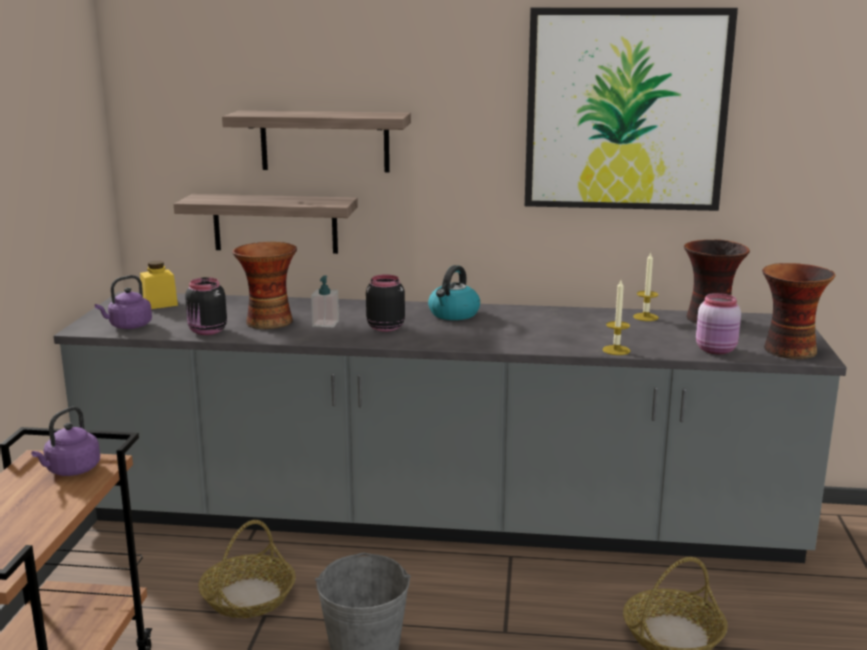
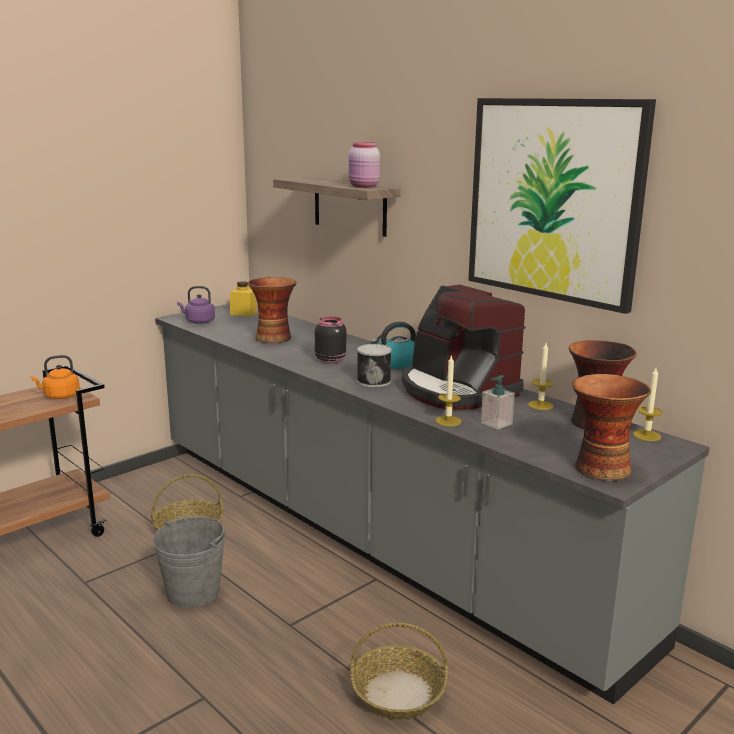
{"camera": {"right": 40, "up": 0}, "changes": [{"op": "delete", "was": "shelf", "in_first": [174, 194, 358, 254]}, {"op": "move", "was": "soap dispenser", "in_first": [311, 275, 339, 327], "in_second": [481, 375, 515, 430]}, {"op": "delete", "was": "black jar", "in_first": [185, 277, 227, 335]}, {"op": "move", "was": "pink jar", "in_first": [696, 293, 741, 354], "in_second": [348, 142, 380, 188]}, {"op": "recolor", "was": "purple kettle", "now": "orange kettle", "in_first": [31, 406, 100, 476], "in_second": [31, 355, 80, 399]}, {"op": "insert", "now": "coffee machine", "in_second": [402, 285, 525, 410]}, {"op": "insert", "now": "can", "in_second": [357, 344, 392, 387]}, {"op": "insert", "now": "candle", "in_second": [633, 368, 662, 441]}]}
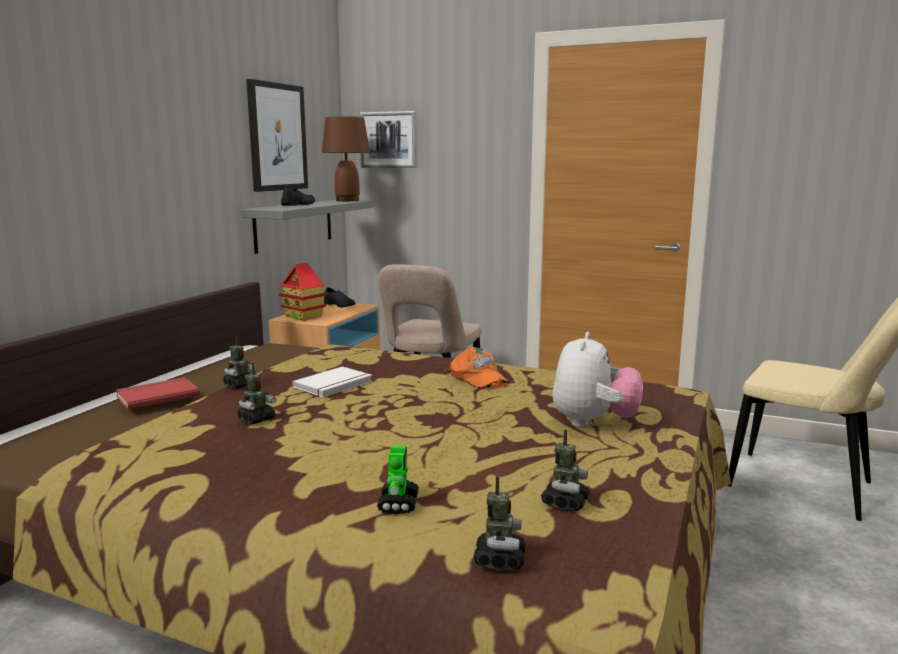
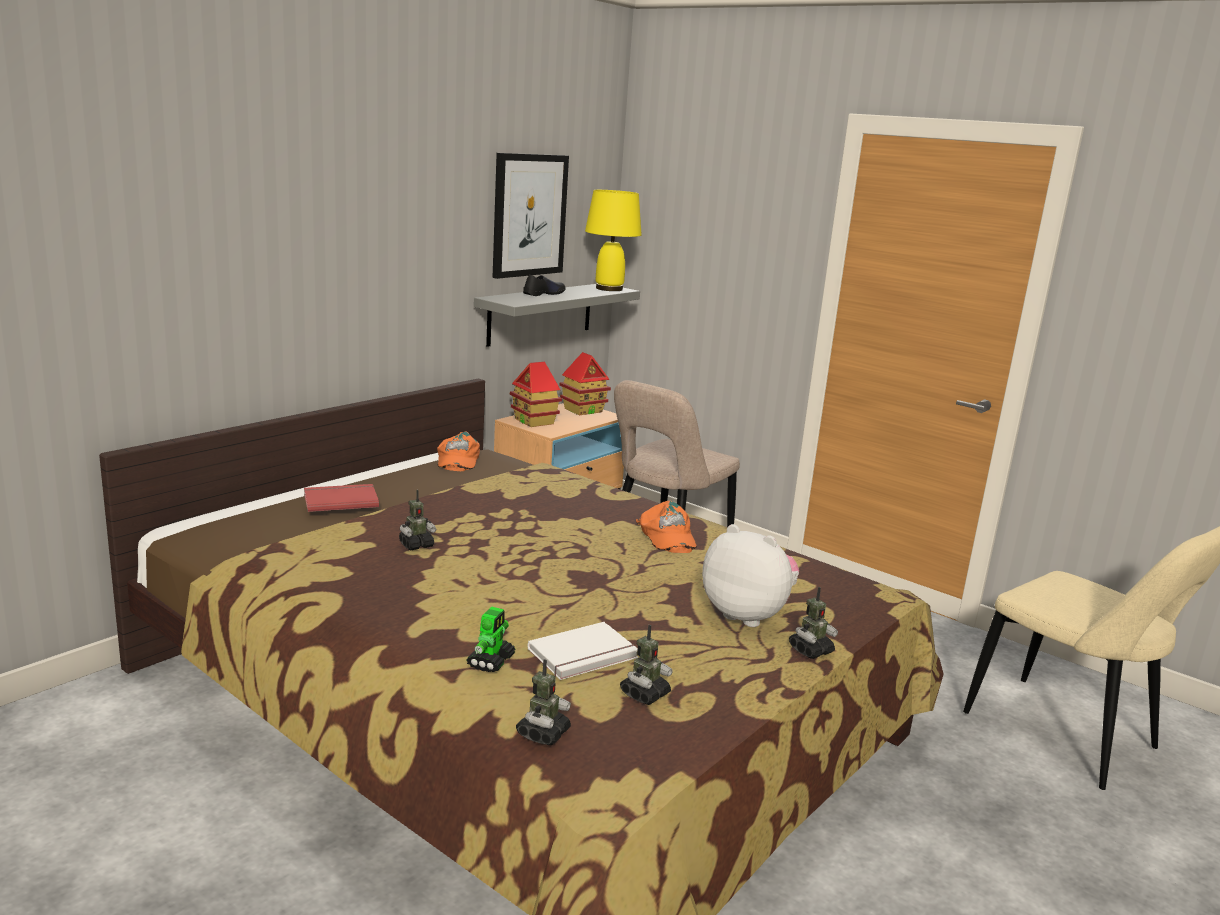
{"camera": {"right": 15, "up": 5}, "changes": [{"op": "delete", "was": "picture", "in_first": [359, 111, 418, 168]}, {"op": "recolor", "was": "brown table lamp", "now": "yellow table lamp", "in_first": [322, 116, 370, 201], "in_second": [585, 190, 642, 291]}, {"op": "replace", "was": "black shoe", "now": "toy house", "in_first": [324, 287, 356, 308], "in_second": [559, 352, 611, 415]}, {"op": "rotate", "was": "plush toy", "in_first": [552, 332, 643, 428], "in_second": [702, 524, 799, 627], "clockwise": -90}, {"op": "move", "was": "toy robot", "in_first": [223, 335, 257, 389], "in_second": [789, 587, 838, 659]}, {"op": "move", "was": "white book", "in_first": [293, 366, 372, 397], "in_second": [528, 622, 638, 680]}, {"op": "insert", "now": "orange cap", "in_second": [437, 431, 480, 471]}]}
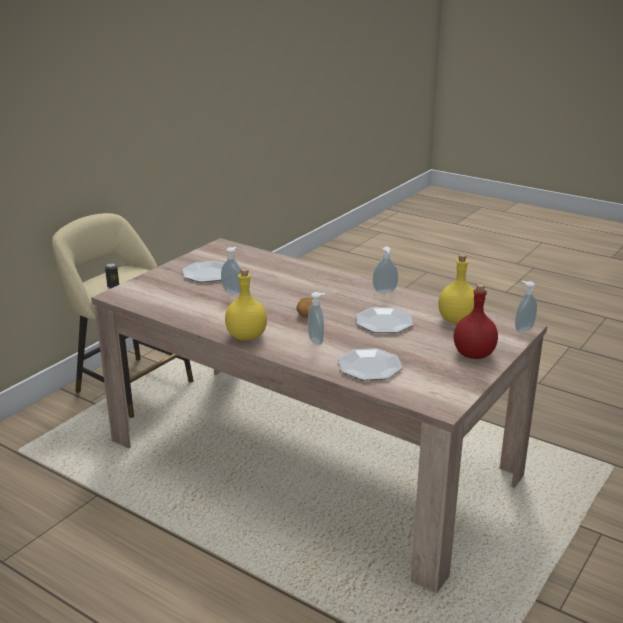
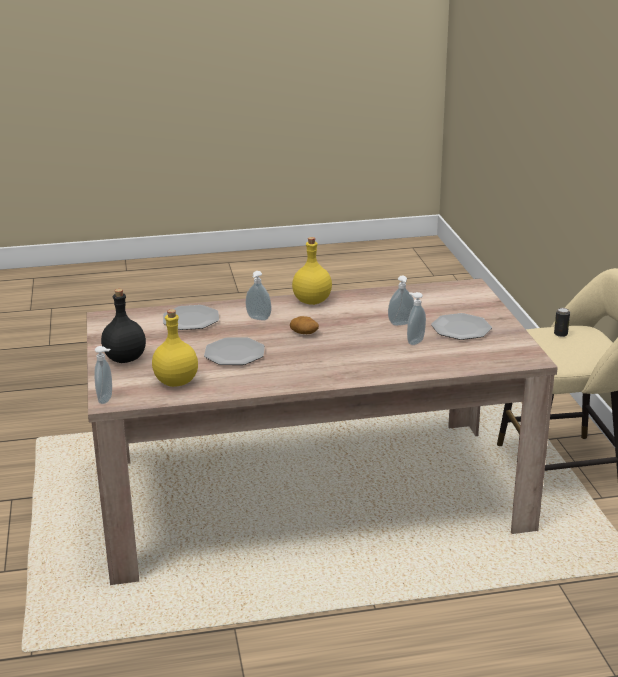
{"camera": {"right": 135, "up": 0}, "changes": [{"op": "move", "was": "soap dispenser", "in_first": [373, 247, 398, 293], "in_second": [407, 292, 426, 345]}, {"op": "recolor", "was": "red bottle", "now": "black bottle", "in_first": [454, 284, 498, 359], "in_second": [101, 289, 146, 363]}]}
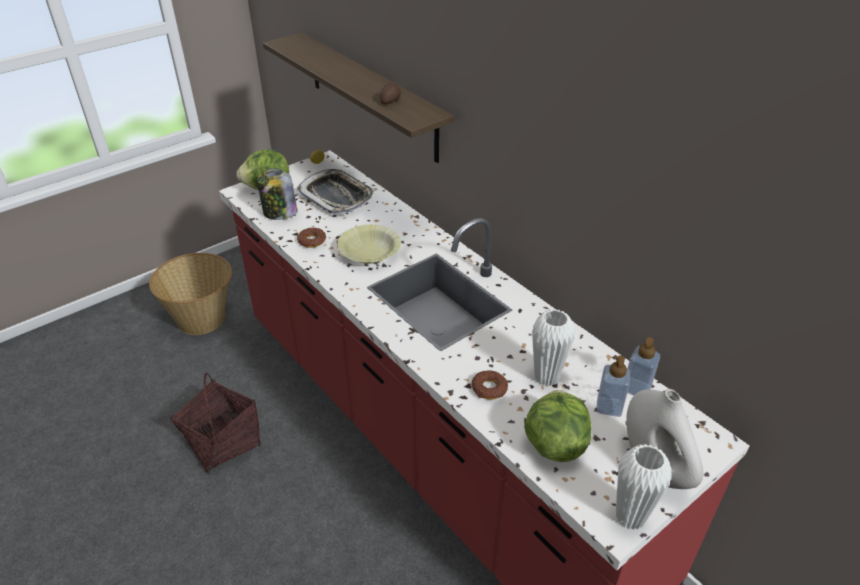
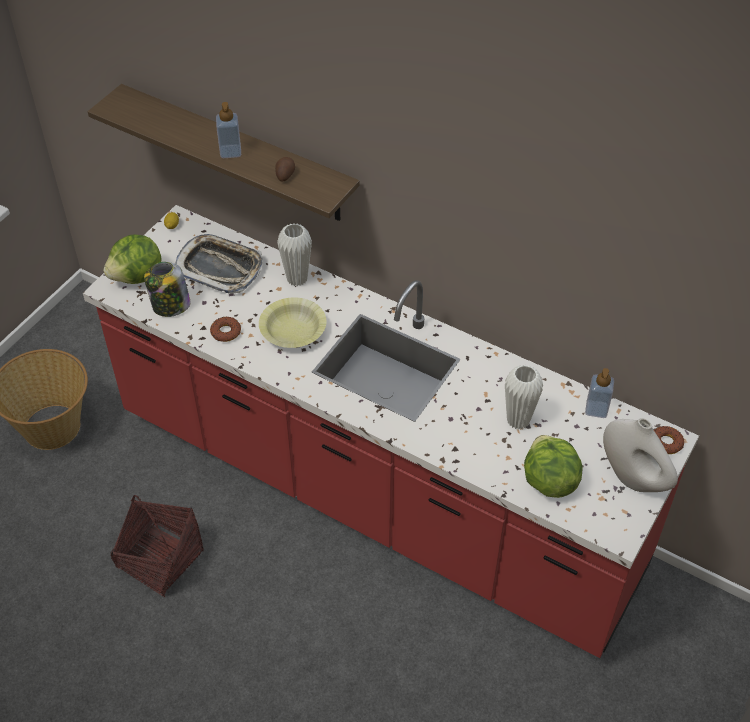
{"camera": {"right": -20, "up": 10}, "changes": [{"op": "move", "was": "soap dispenser", "in_first": [596, 355, 630, 417], "in_second": [216, 102, 241, 158]}, {"op": "move", "was": "donut", "in_first": [471, 370, 508, 400], "in_second": [654, 426, 684, 454]}, {"op": "move", "was": "white vase", "in_first": [616, 444, 672, 530], "in_second": [277, 223, 312, 286]}]}
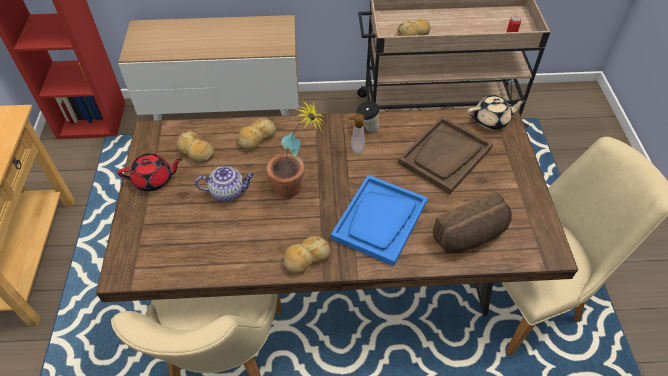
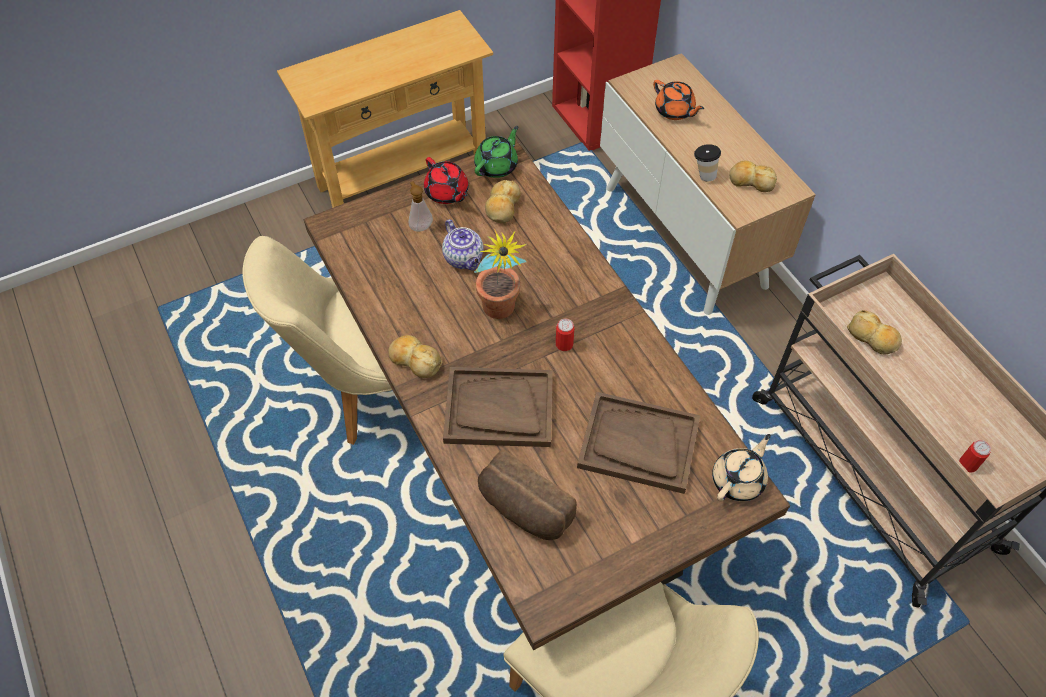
{"camera": {"right": 65, "up": 5}, "changes": [{"op": "rotate", "was": "beige teapot", "in_first": [467, 95, 526, 130], "in_second": [712, 434, 771, 502], "clockwise": -105}, {"op": "move", "was": "cup", "in_first": [356, 101, 379, 132], "in_second": [694, 144, 721, 181]}, {"op": "move", "was": "soap dispenser", "in_first": [348, 114, 365, 154], "in_second": [408, 181, 433, 232]}, {"op": "move", "was": "bread", "in_first": [238, 118, 276, 151], "in_second": [729, 161, 777, 192]}, {"op": "recolor", "was": "blue tray", "now": "brown tray", "in_first": [331, 175, 428, 266], "in_second": [443, 367, 553, 447]}, {"op": "insert", "now": "orange teapot", "in_second": [653, 80, 704, 120]}, {"op": "insert", "now": "green teapot", "in_second": [474, 126, 518, 178]}, {"op": "insert", "now": "can", "in_second": [556, 318, 574, 351]}]}
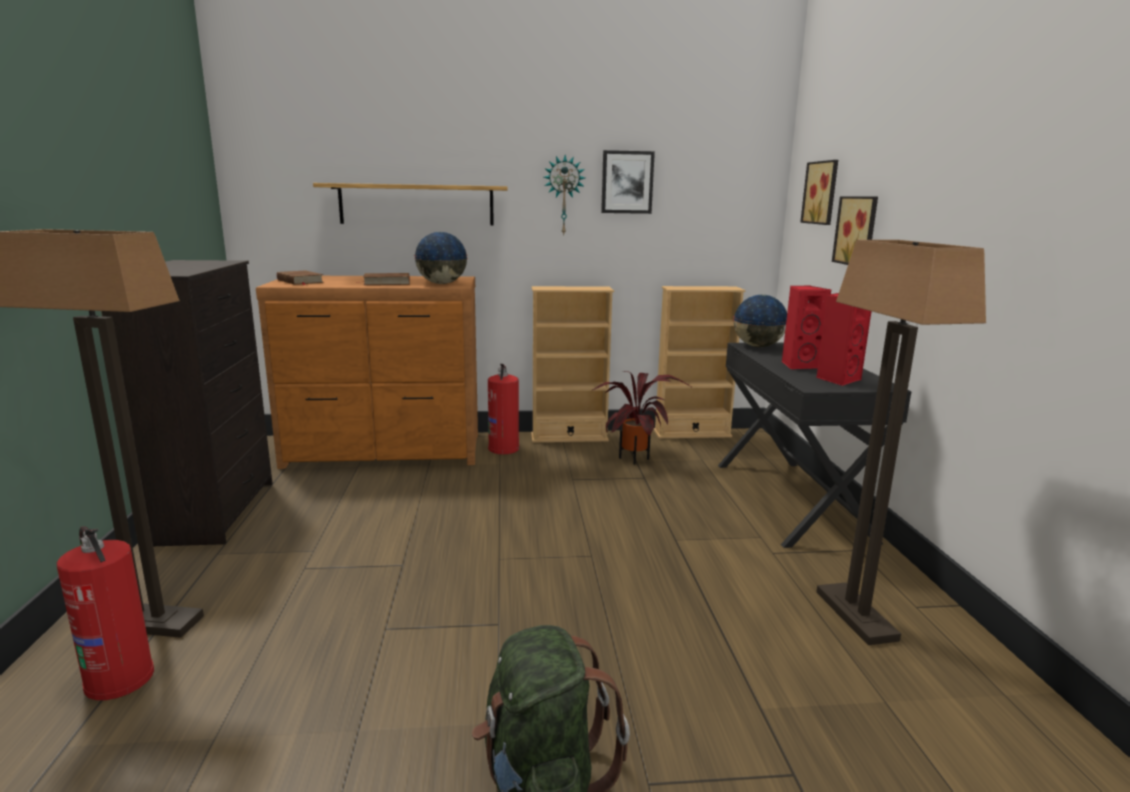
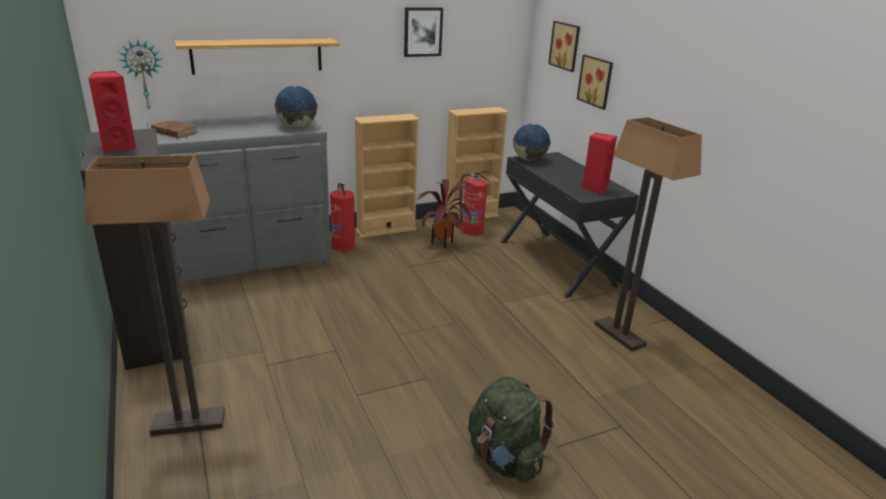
{"camera": {"right": -20, "up": 10}, "changes": [{"op": "move", "was": "wall clock", "in_first": [544, 155, 585, 236], "in_second": [119, 39, 162, 109]}, {"op": "delete", "was": "brown book", "in_first": [357, 273, 410, 285]}, {"op": "recolor", "was": "brown dresser", "now": "grey dresser", "in_first": [256, 276, 478, 469], "in_second": [147, 114, 331, 287]}, {"op": "move", "was": "red speaker", "in_first": [782, 286, 831, 369], "in_second": [88, 71, 136, 152]}, {"op": "move", "was": "fire extinguisher", "in_first": [57, 526, 154, 700], "in_second": [458, 171, 490, 236]}]}
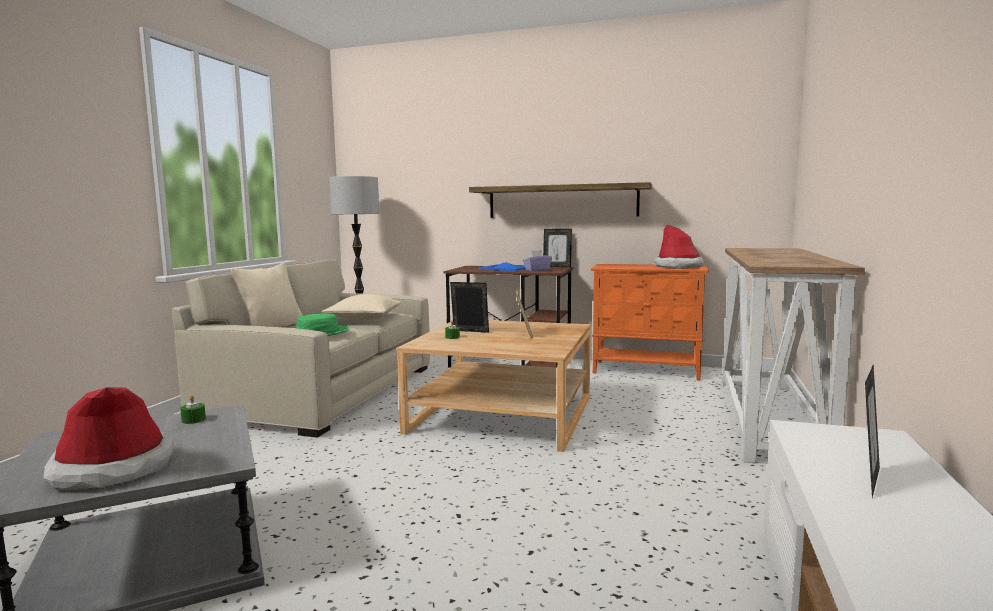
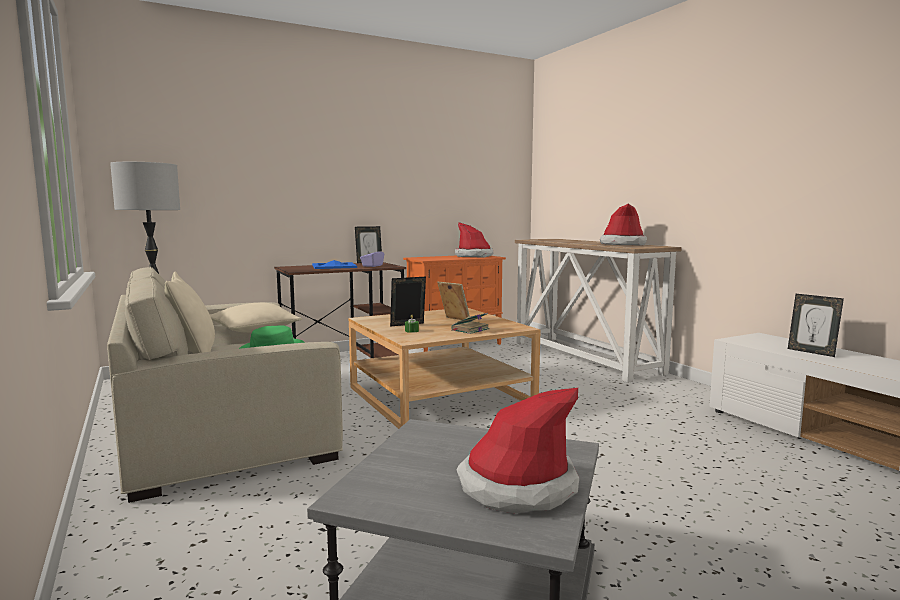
{"camera": {"right": -45, "up": 0}, "changes": [{"op": "delete", "was": "shelf", "in_first": [469, 182, 652, 218]}, {"op": "rotate", "was": "picture frame", "in_first": [865, 365, 880, 498], "in_second": [788, 294, 844, 357], "clockwise": 150}, {"op": "delete", "was": "green candle", "in_first": [180, 395, 206, 424]}, {"op": "insert", "now": "hat", "in_second": [600, 204, 647, 245]}, {"op": "insert", "now": "book", "in_second": [451, 313, 490, 334]}]}
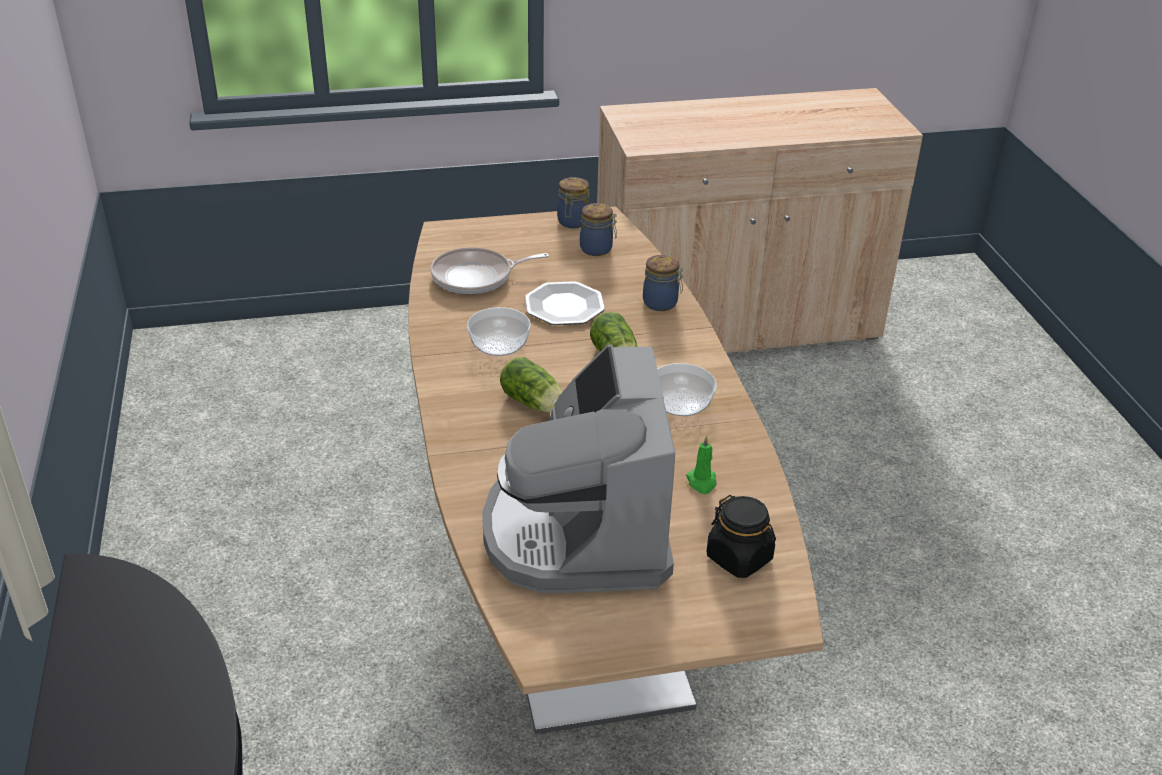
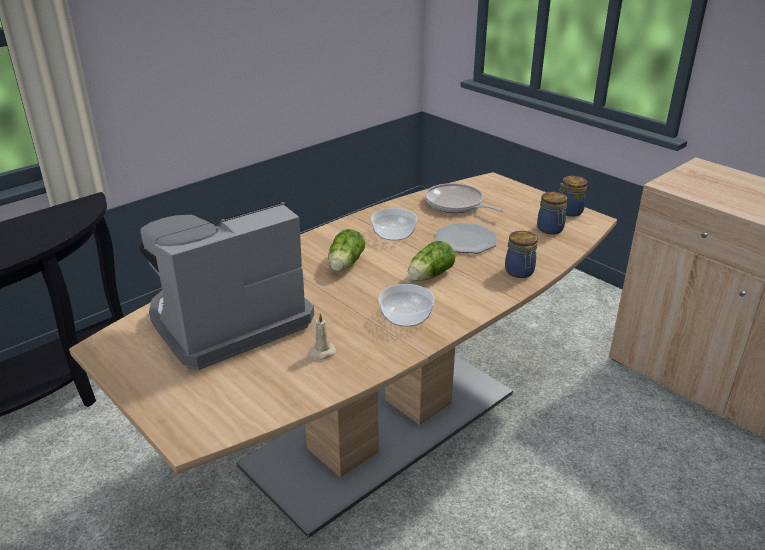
{"camera": {"right": 60, "up": -5}, "changes": [{"op": "recolor", "was": "green candle", "now": "beige candle", "in_first": [686, 435, 717, 494], "in_second": [308, 313, 336, 360]}, {"op": "delete", "was": "black jar", "in_first": [707, 495, 776, 578]}]}
